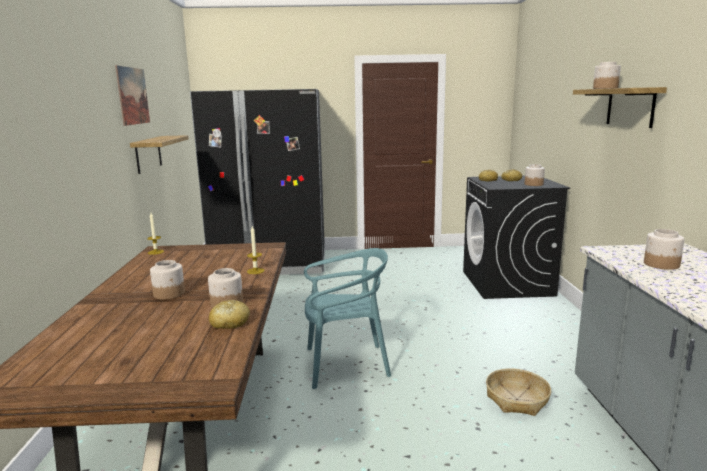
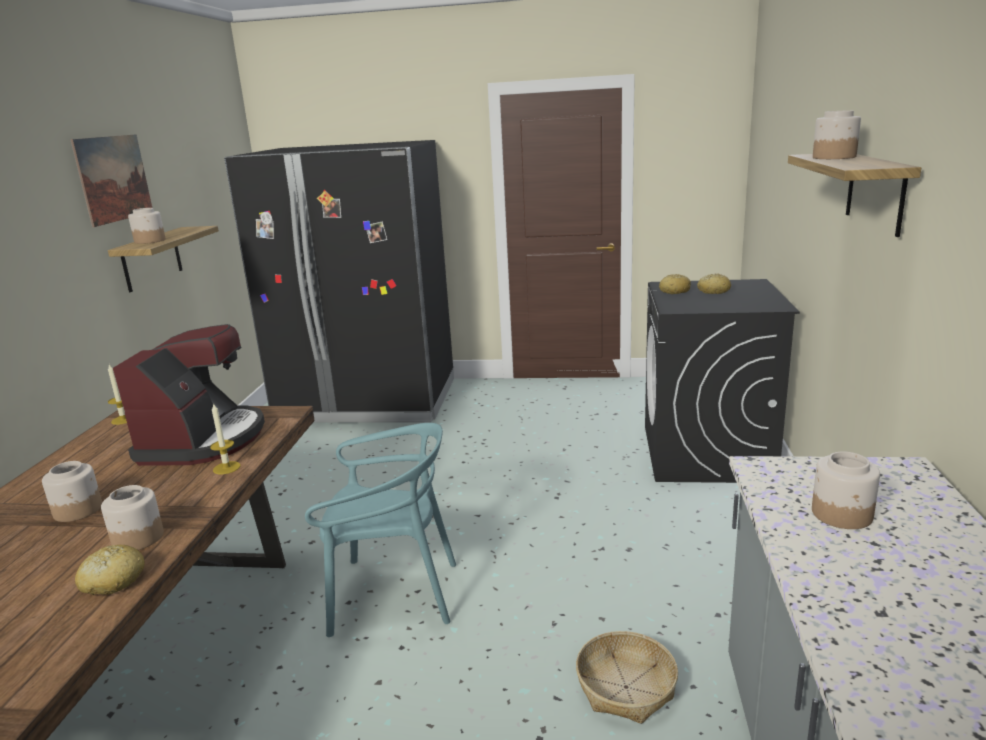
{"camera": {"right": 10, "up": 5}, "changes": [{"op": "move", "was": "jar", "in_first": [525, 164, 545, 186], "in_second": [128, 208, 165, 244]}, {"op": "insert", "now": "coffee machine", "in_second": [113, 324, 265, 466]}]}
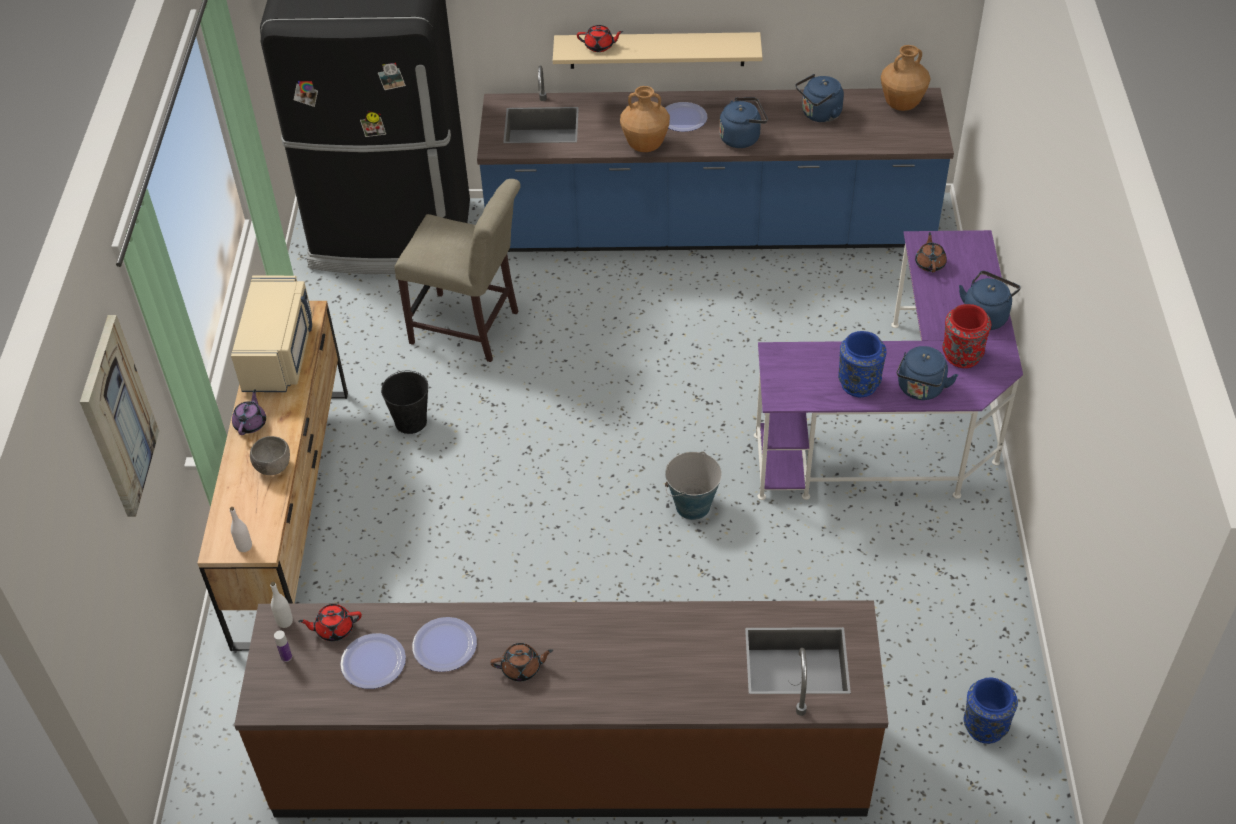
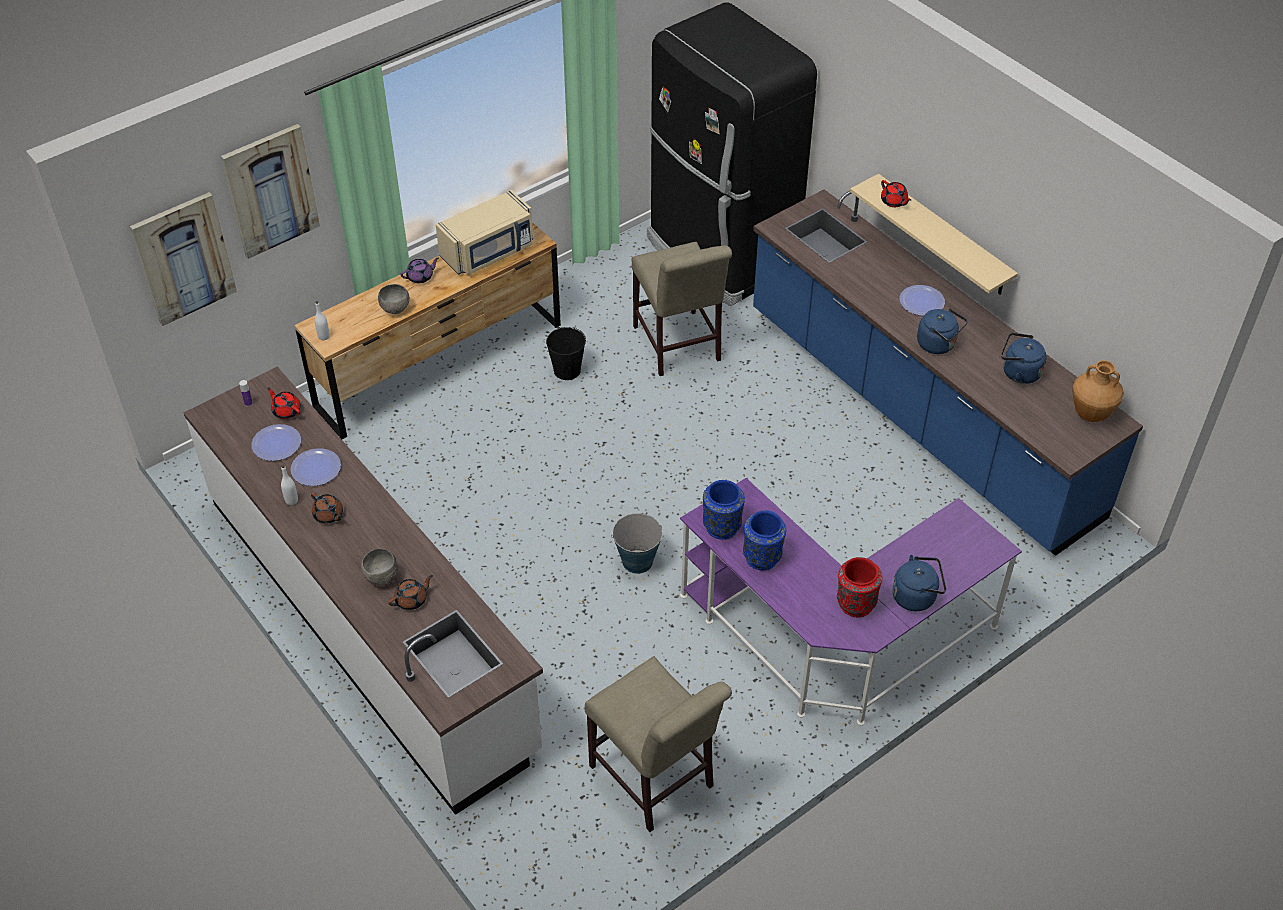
{"camera": {"right": 50, "up": 0}, "changes": [{"op": "delete", "was": "brown vase", "in_first": [620, 86, 670, 152]}, {"op": "move", "was": "brown teapot", "in_first": [915, 232, 947, 272], "in_second": [388, 575, 433, 610]}, {"op": "delete", "was": "blue kettle", "in_first": [896, 346, 958, 400]}, {"op": "move", "was": "white bottle", "in_first": [270, 582, 293, 628], "in_second": [281, 465, 298, 505]}, {"op": "recolor", "was": "brown counter", "now": "white counter", "in_first": [234, 600, 888, 818], "in_second": [183, 367, 543, 815]}, {"op": "move", "was": "blue vase", "in_first": [964, 677, 1018, 744], "in_second": [703, 480, 745, 539]}, {"op": "insert", "now": "picture", "in_second": [130, 192, 237, 326]}, {"op": "insert", "now": "grey bowl", "in_second": [361, 549, 398, 586]}, {"op": "insert", "now": "beige chair", "in_second": [585, 656, 732, 832]}]}
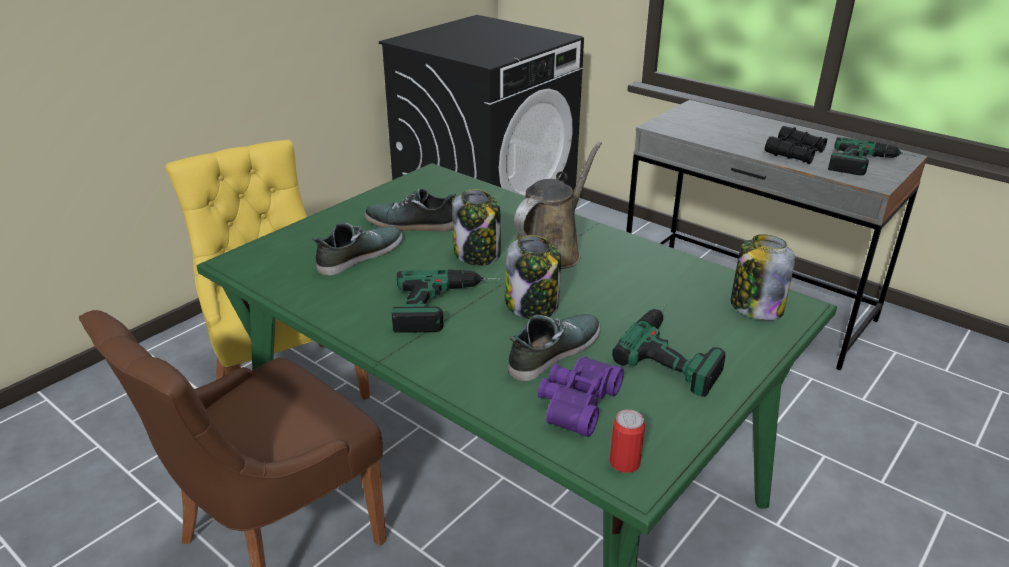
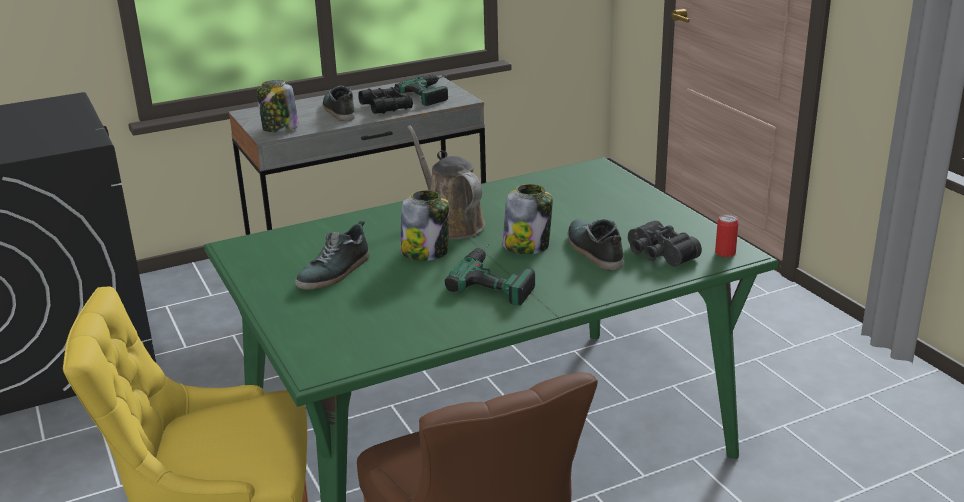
{"camera": {"right": -65, "up": -5}, "changes": [{"op": "move", "was": "shoe", "in_first": [312, 222, 403, 276], "in_second": [323, 86, 355, 121]}, {"op": "move", "was": "jar", "in_first": [731, 234, 795, 320], "in_second": [257, 80, 299, 132]}, {"op": "delete", "was": "power drill", "in_first": [612, 303, 725, 397]}, {"op": "recolor", "was": "purple binoculars", "now": "black binoculars", "in_first": [538, 356, 624, 437], "in_second": [628, 221, 702, 267]}]}
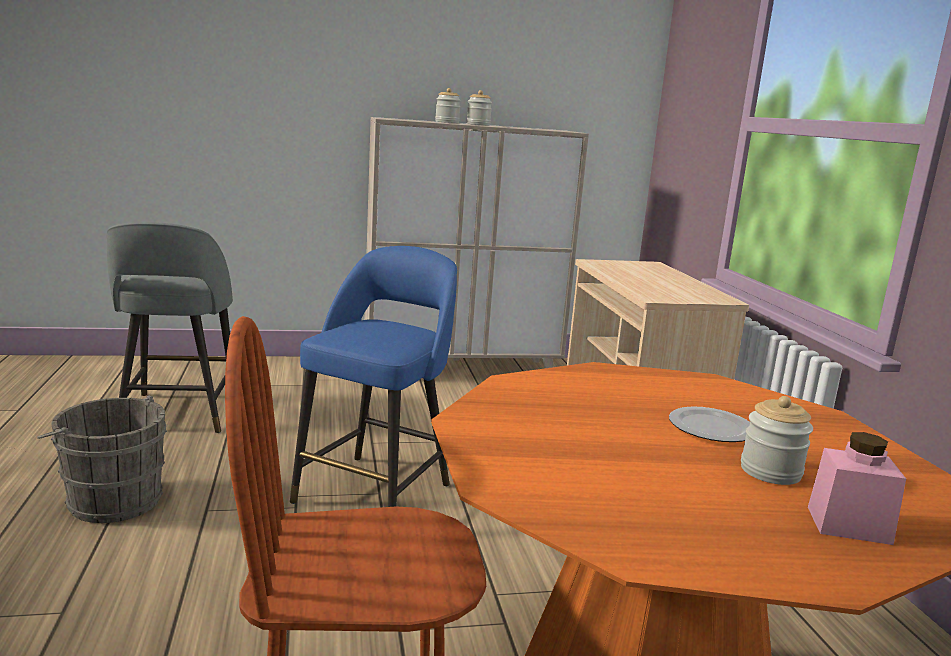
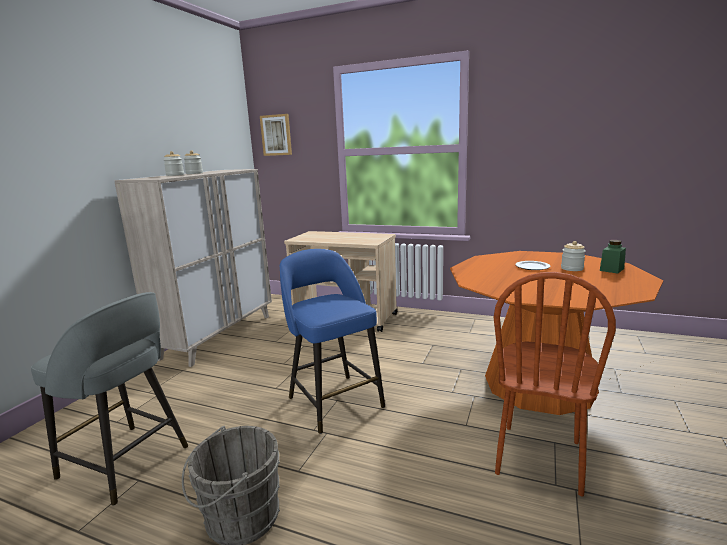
{"camera": {"right": -55, "up": 0}, "changes": [{"op": "recolor", "was": "pink jar", "now": "green jar", "in_first": [808, 432, 906, 545], "in_second": [600, 240, 626, 274]}, {"op": "insert", "now": "picture", "in_second": [260, 114, 292, 156]}]}
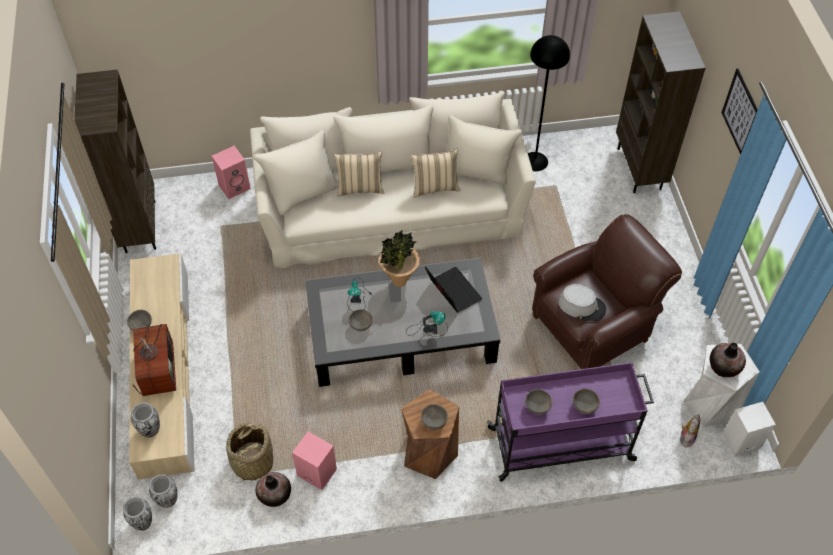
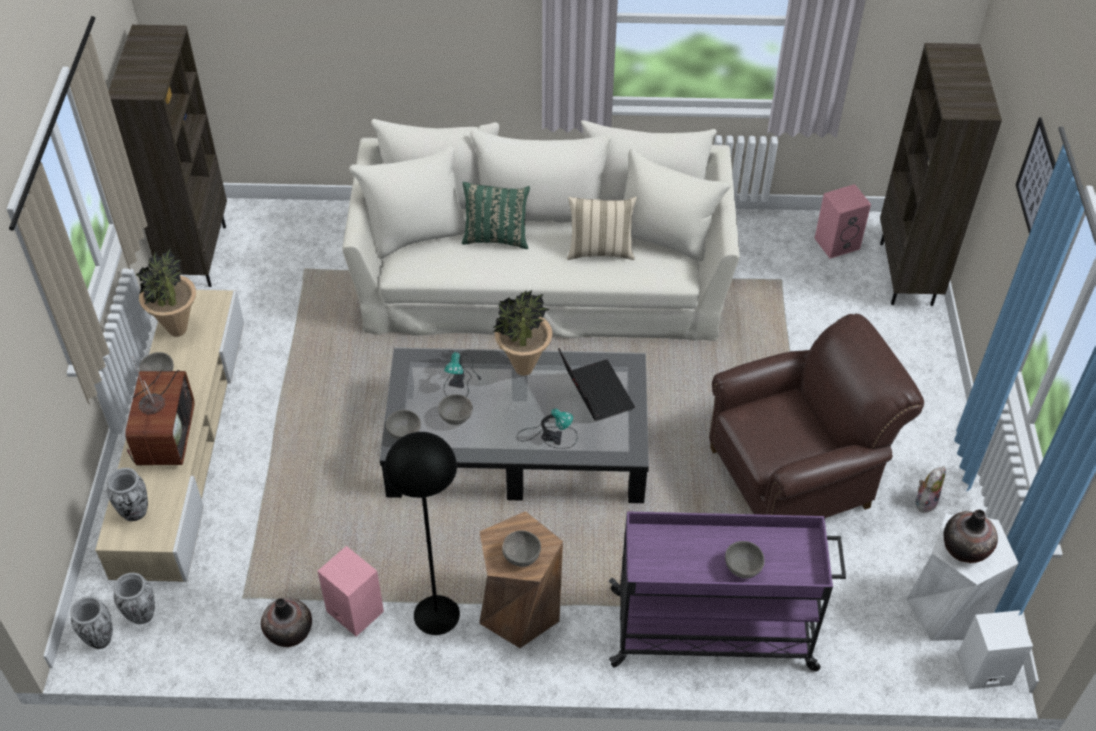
{"camera": {"right": 10, "up": -5}, "changes": [{"op": "move", "was": "black floor lamp", "in_first": [528, 35, 570, 171], "in_second": [385, 432, 460, 635]}, {"op": "move", "was": "pink speaker", "in_first": [212, 146, 251, 199], "in_second": [814, 184, 871, 259]}, {"op": "recolor", "was": "beige pillow", "now": "green pillow", "in_first": [334, 151, 385, 197], "in_second": [461, 182, 530, 249]}, {"op": "delete", "was": "grey hat", "in_first": [558, 284, 606, 321]}, {"op": "move", "was": "grey bowl", "in_first": [525, 389, 552, 414], "in_second": [386, 410, 421, 440]}, {"op": "move", "was": "plush toy", "in_first": [680, 414, 700, 447], "in_second": [916, 466, 946, 513]}, {"op": "delete", "was": "basket", "in_first": [226, 423, 273, 483]}, {"op": "insert", "now": "potted plant", "in_second": [135, 248, 196, 337]}]}
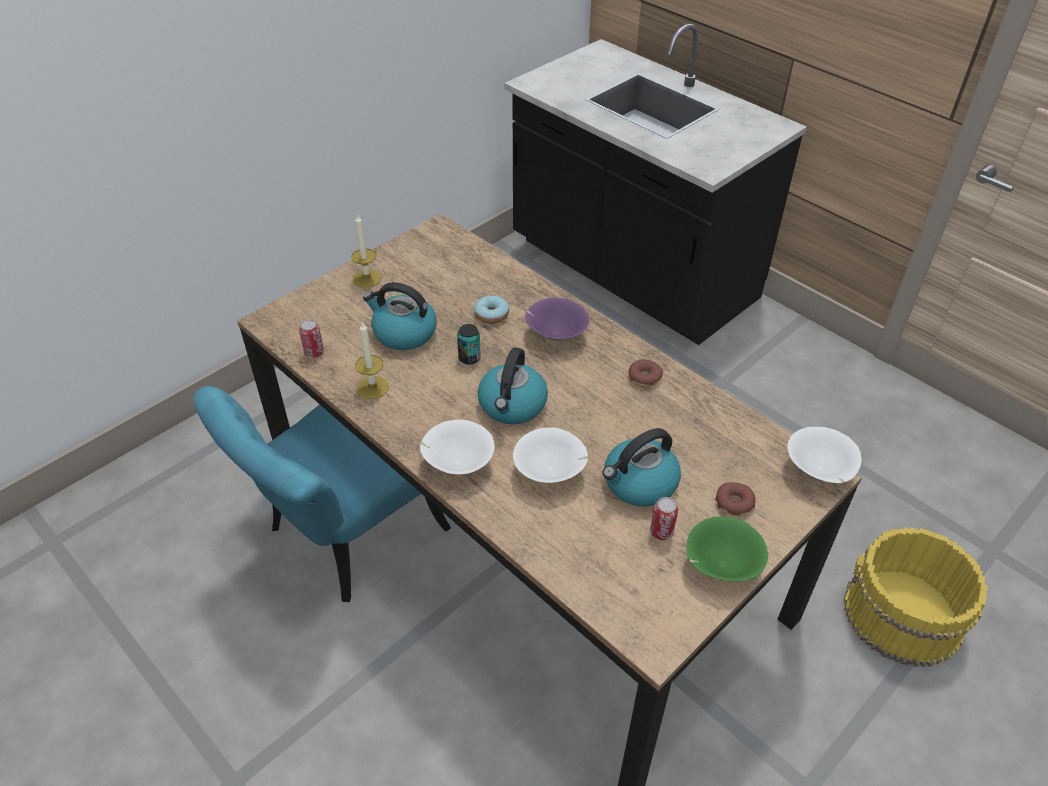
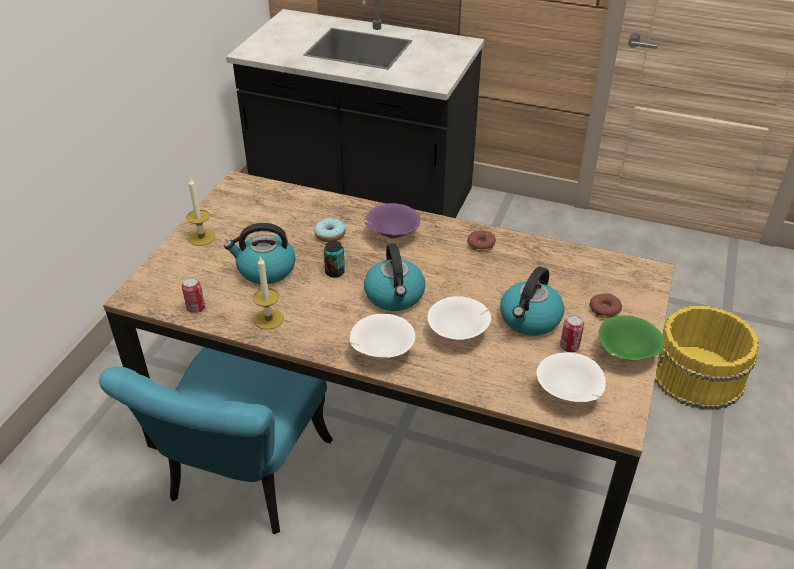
{"camera": {"right": -25, "up": -5}, "changes": [{"op": "move", "was": "white bowl", "in_first": [787, 427, 862, 483], "in_second": [537, 352, 606, 402]}]}
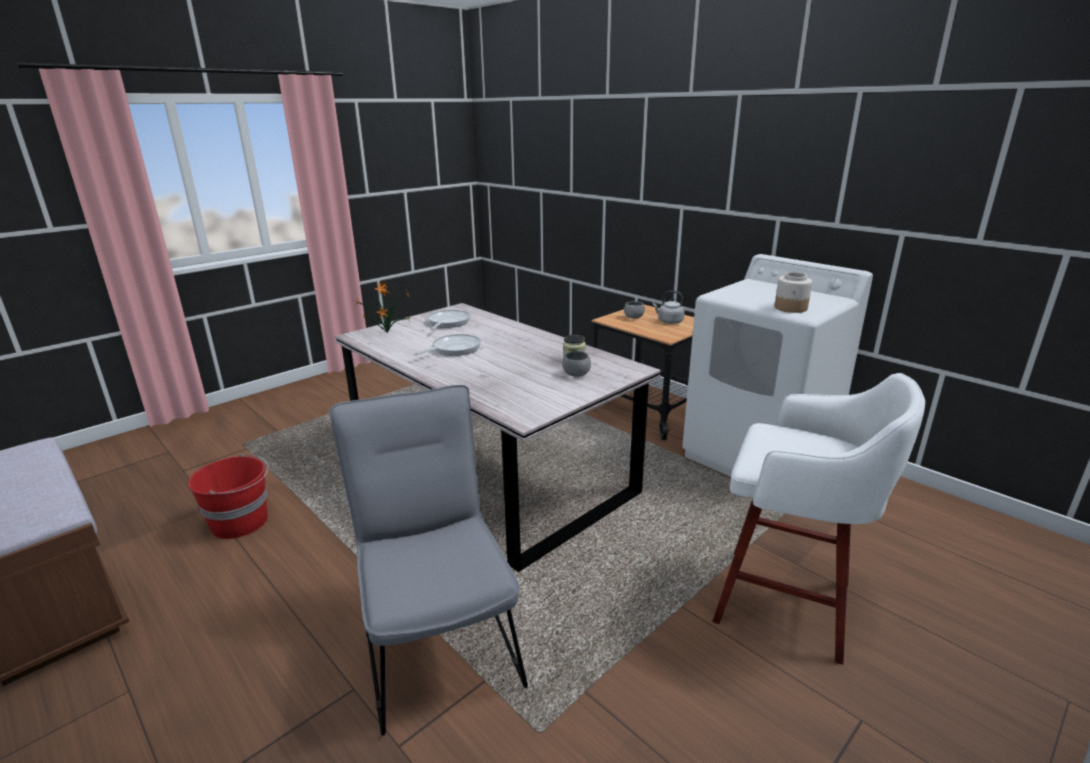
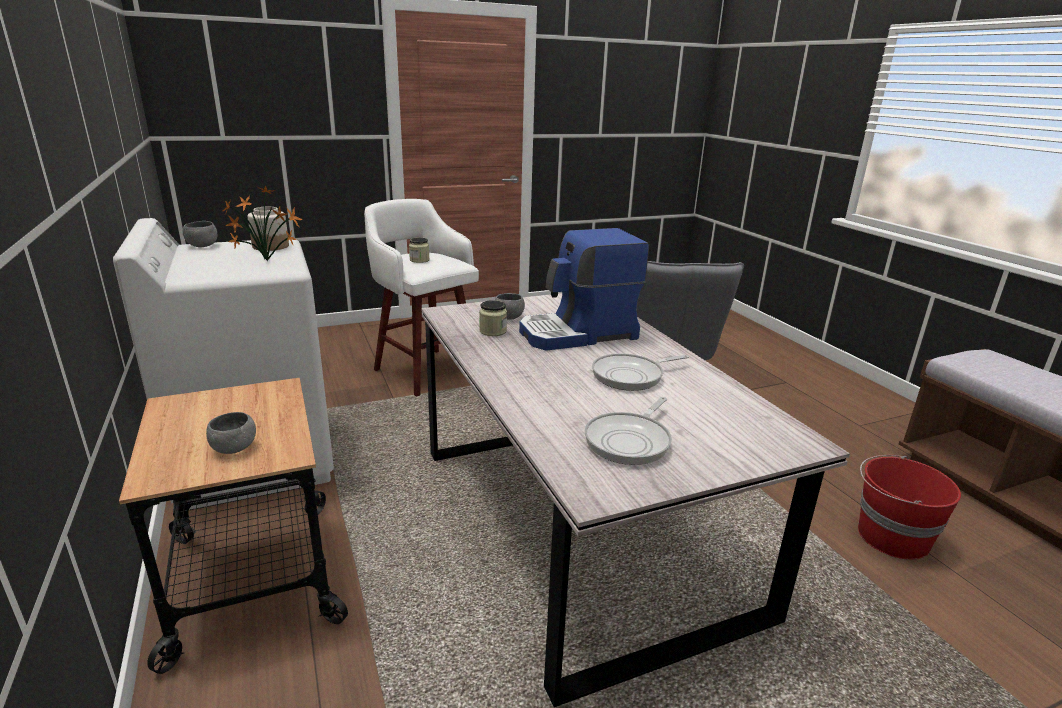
{"camera": {"right": -160, "up": 0}, "changes": [{"op": "move", "was": "potted plant", "in_first": [353, 281, 410, 333], "in_second": [223, 185, 303, 261]}, {"op": "delete", "was": "grey kettle", "in_first": [653, 291, 685, 324]}, {"op": "insert", "now": "grey bowl", "in_second": [183, 221, 217, 247]}, {"op": "insert", "now": "coffee machine", "in_second": [519, 228, 649, 351]}, {"op": "insert", "now": "jar", "in_second": [409, 238, 430, 263]}]}
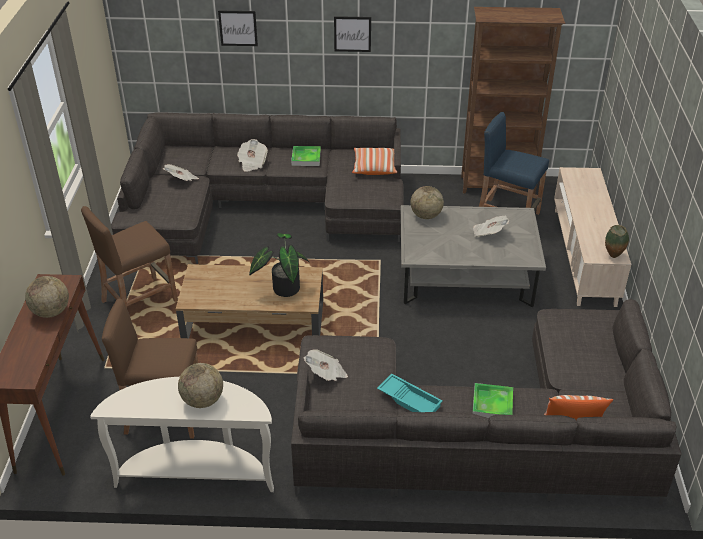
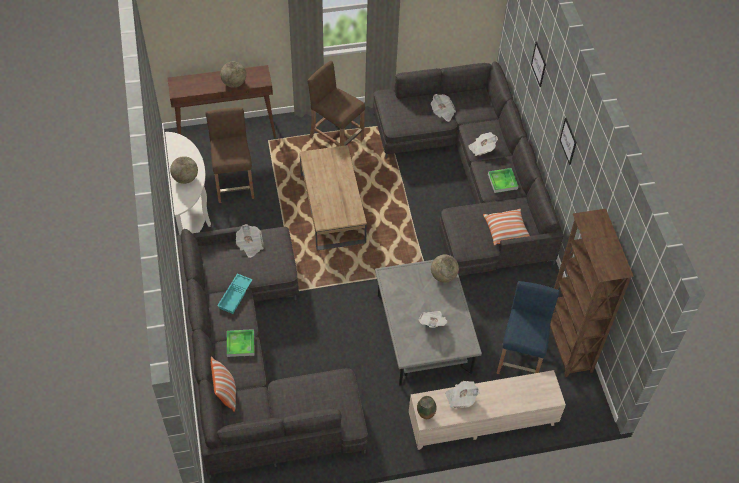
{"camera": {"right": 75, "up": 15}, "changes": [{"op": "delete", "was": "potted plant", "in_first": [249, 233, 309, 297]}, {"op": "insert", "now": "newspaper", "in_second": [445, 381, 479, 408]}]}
